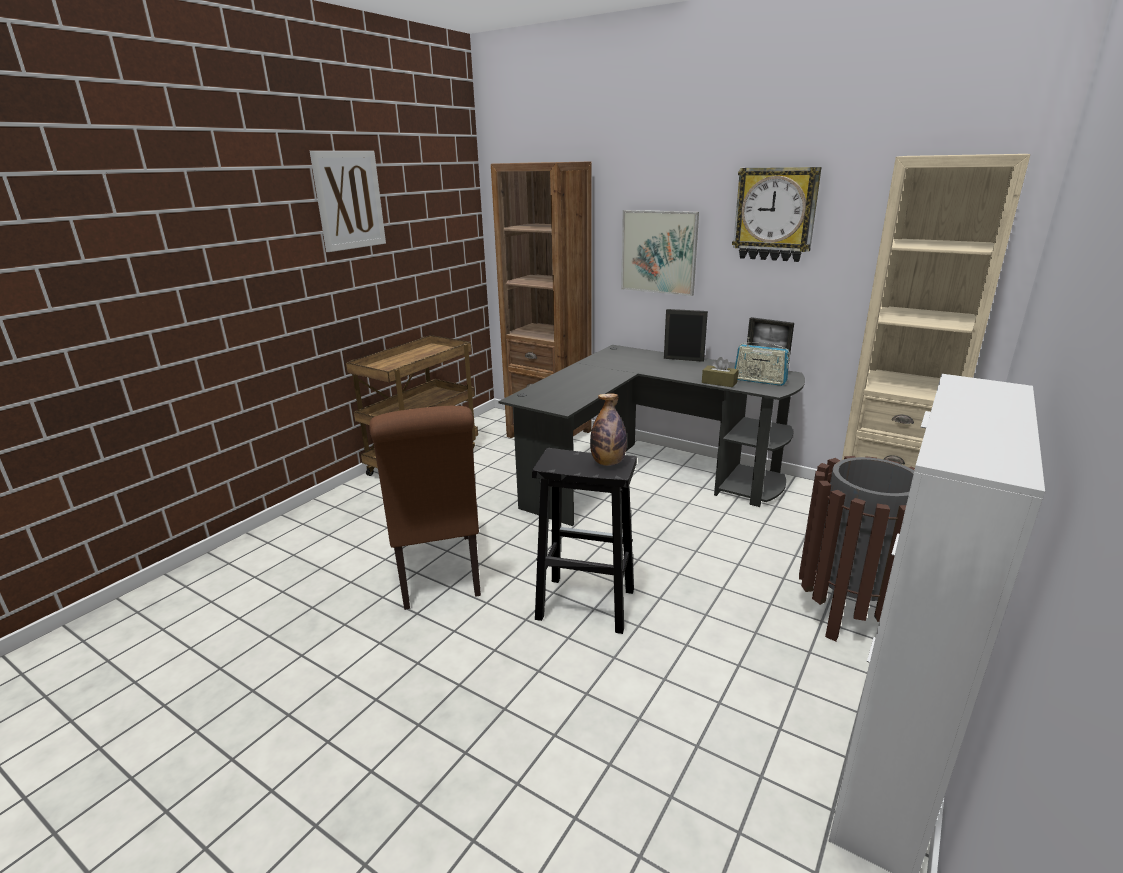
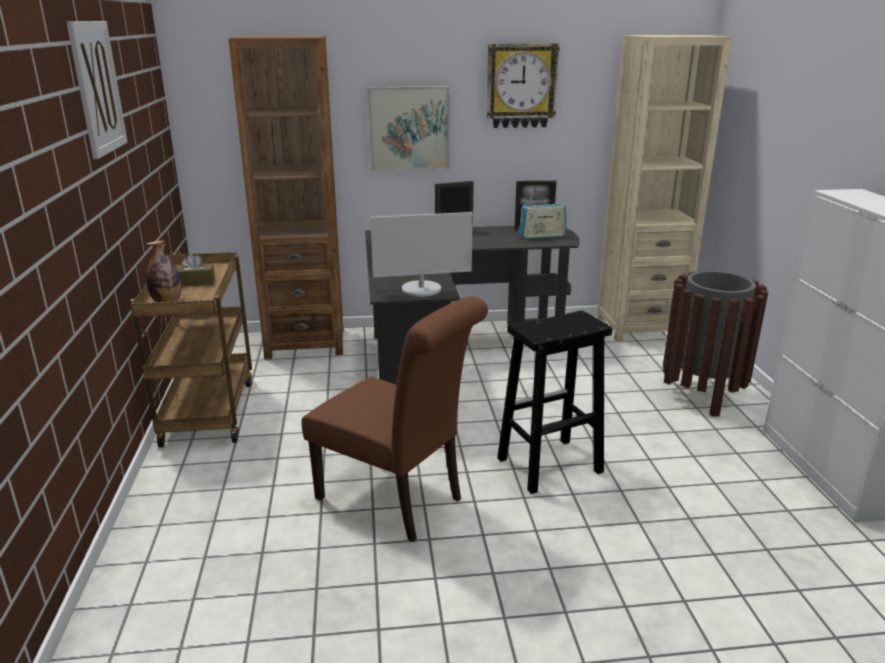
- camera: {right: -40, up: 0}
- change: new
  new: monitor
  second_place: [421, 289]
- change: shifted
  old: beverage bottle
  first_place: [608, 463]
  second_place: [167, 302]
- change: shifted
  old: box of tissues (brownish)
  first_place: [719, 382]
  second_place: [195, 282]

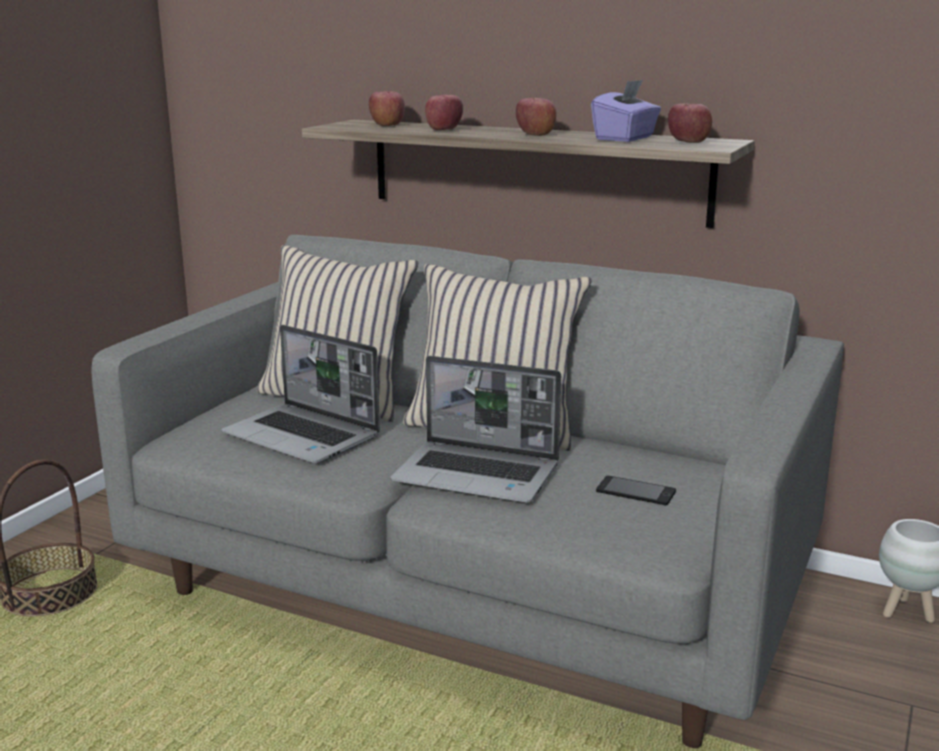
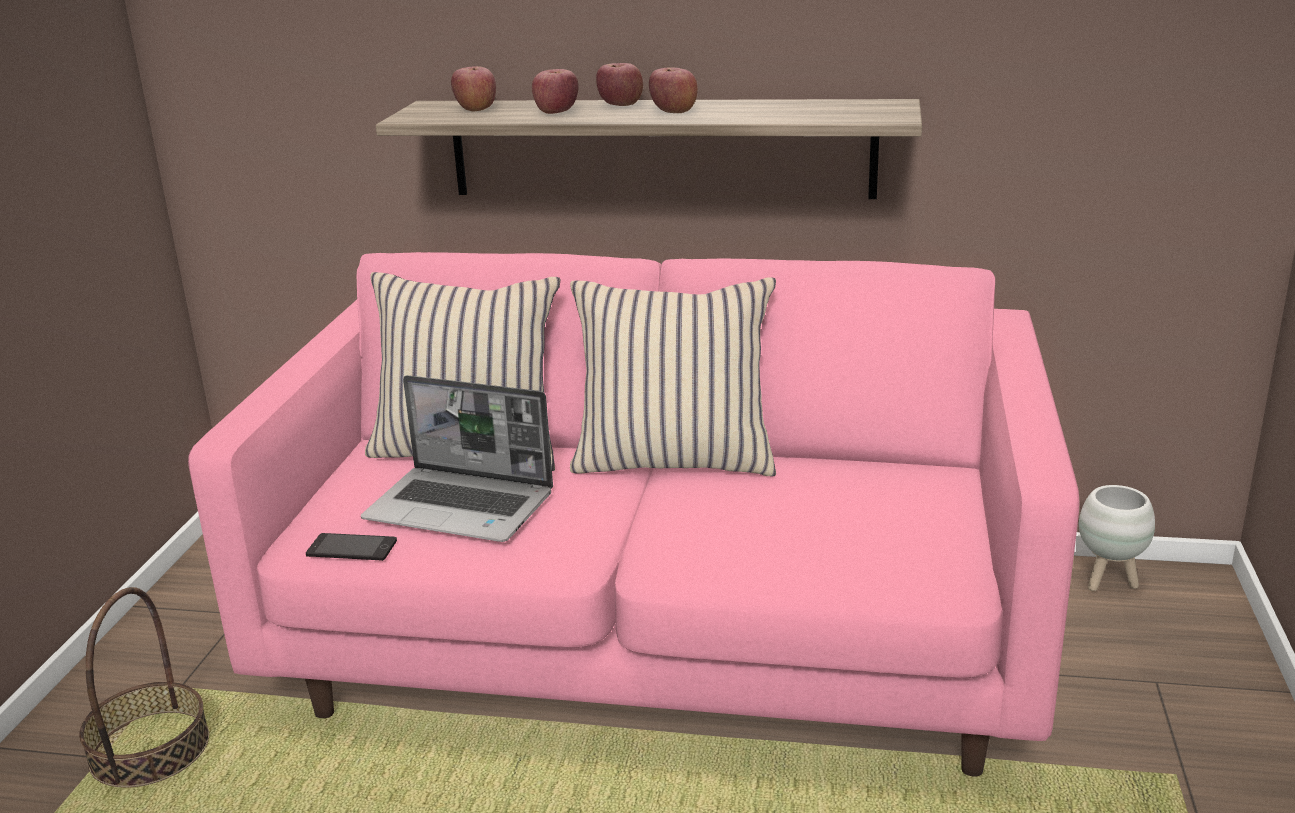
- camera: {right: -15, up: 5}
- change: gone
  old: portable computer
  first_place: [478, 475]
- change: gone
  old: box of tissues (purple)
  first_place: [625, 138]
- change: shifted
  old: telephone
  first_place: [635, 491]
  second_place: [351, 548]
- change: shifted
  old: apple
  first_place: [688, 142]
  second_place: [621, 105]
- change: repainted
  old: sofa (grey)
  new: sofa (pink)
  first_place: [473, 588]
  second_place: [659, 641]

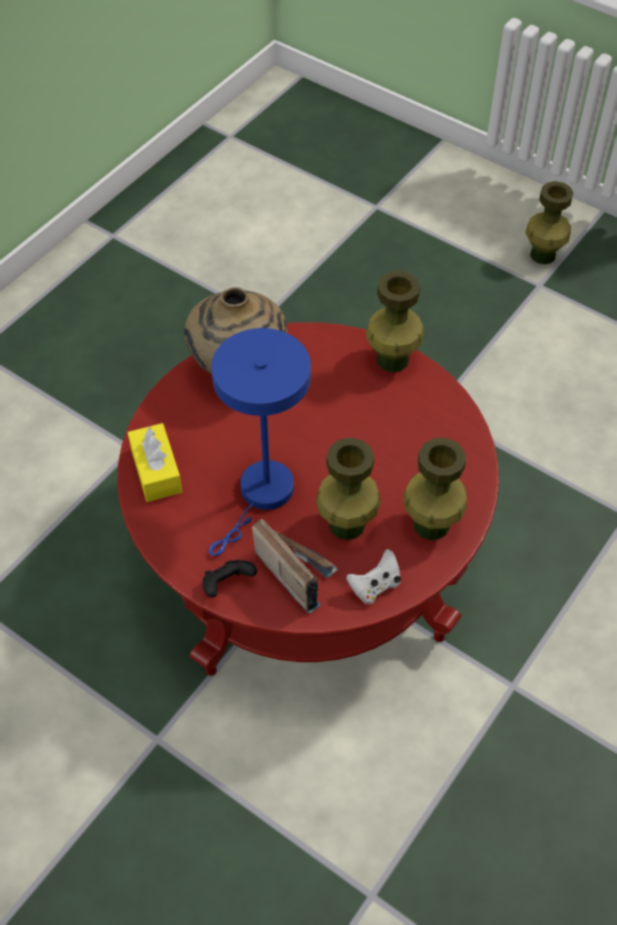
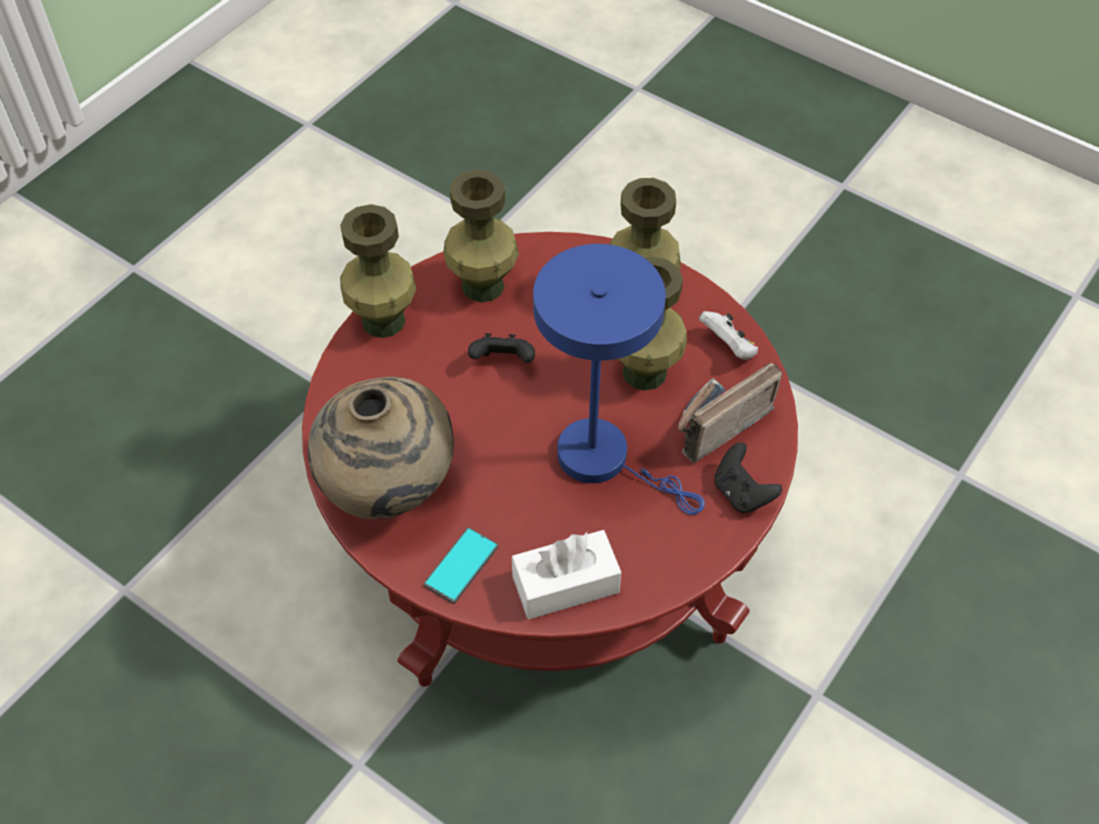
- camera: {right: -90, up: 0}
- change: new
  new: telephone
  second_place: [461, 566]
- change: new
  new: joypad (blackish)
  second_place: [503, 362]
- change: shifted
  old: decorative vase (green-coloured)
  first_place: [542, 255]
  second_place: [483, 286]
- change: repainted
  old: box of tissues (yellow-coloured)
  new: box of tissues (white-coloured)
  first_place: [156, 471]
  second_place: [565, 584]

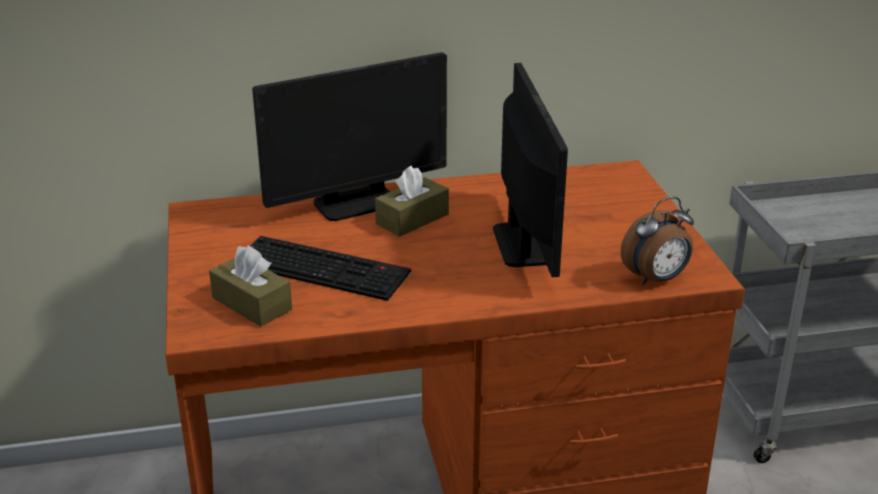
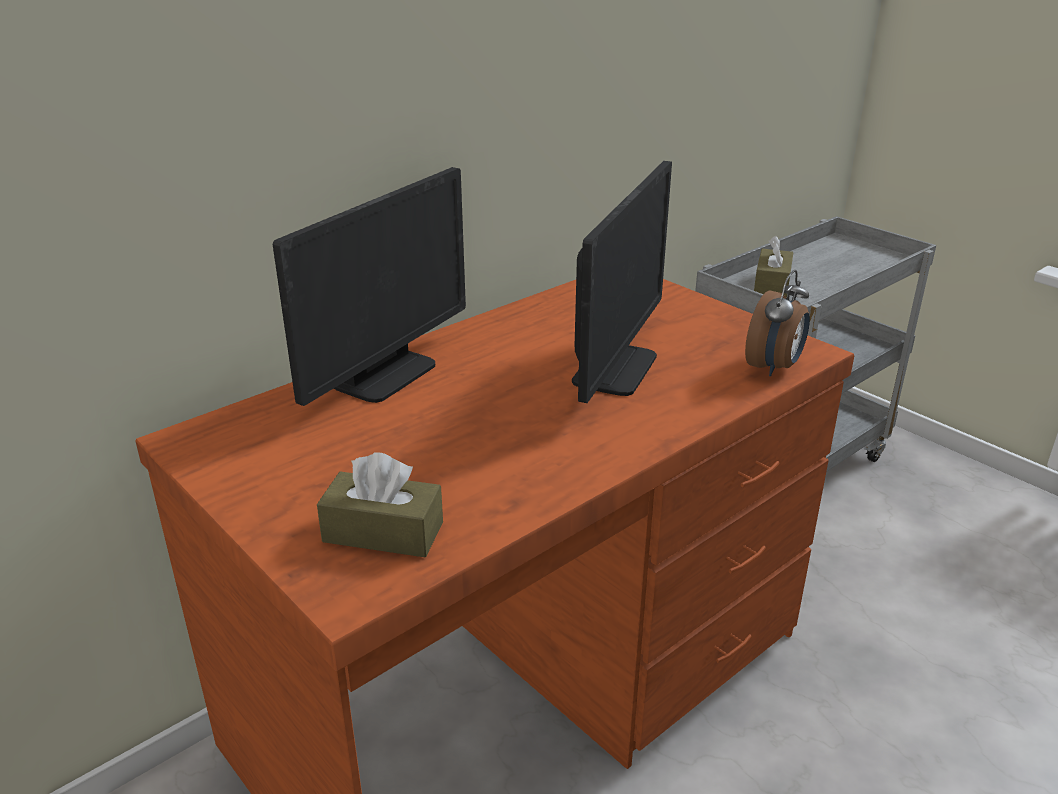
- camera: {right: -30, up: 0}
- change: gone
  old: computer keyboard
  first_place: [324, 268]
- change: shifted
  old: box of tissues (brownish)
  first_place: [412, 219]
  second_place: [772, 285]
- change: rotated
  old: monitor
  first_place: [524, 244]
  second_place: [614, 369]
  degrees: 60

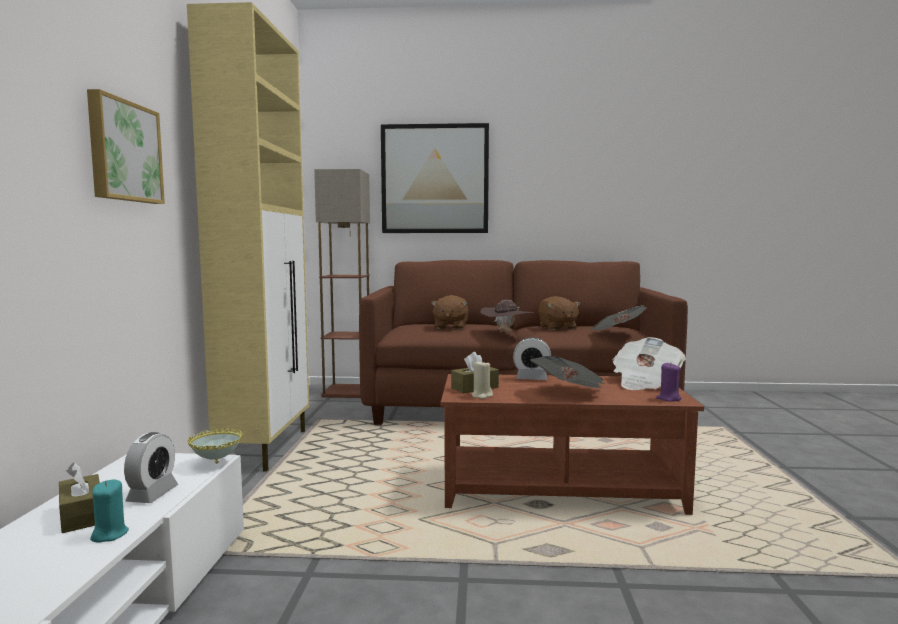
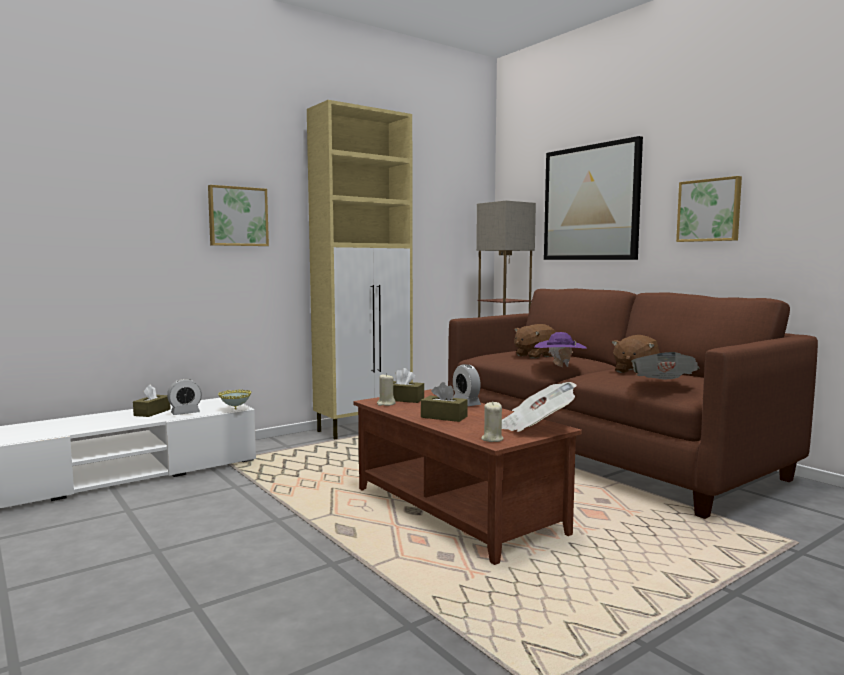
- camera: {right: 50, up: 0}
- change: gone
  old: wax light (blue-green)
  first_place: [110, 534]
- change: new
  new: wall picture
  second_place: [709, 210]
- change: swapped
  old: newspaper
  new: box of tissues (brownish)
  first_place: [570, 393]
  second_place: [444, 417]
- change: repainted
  old: wearable hat (brownish)
  new: wearable hat (purple)
  first_place: [506, 333]
  second_place: [559, 367]
- change: repainted
  old: wax light (purple)
  new: wax light (beige)
  first_place: [668, 399]
  second_place: [492, 439]

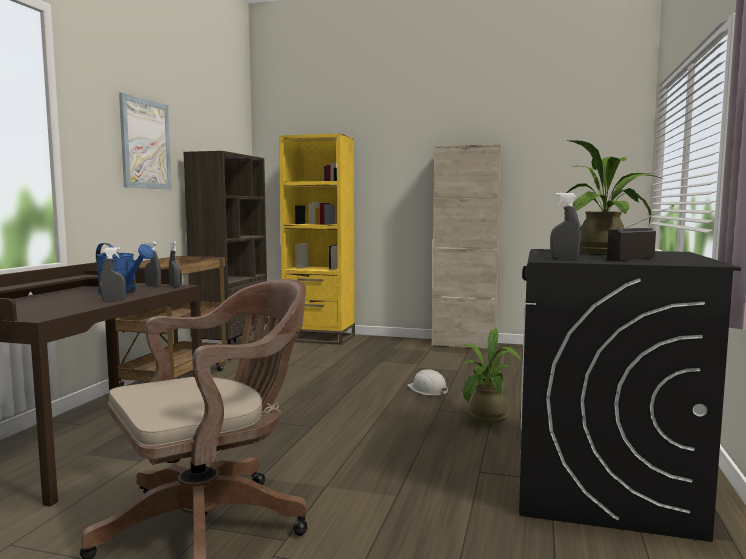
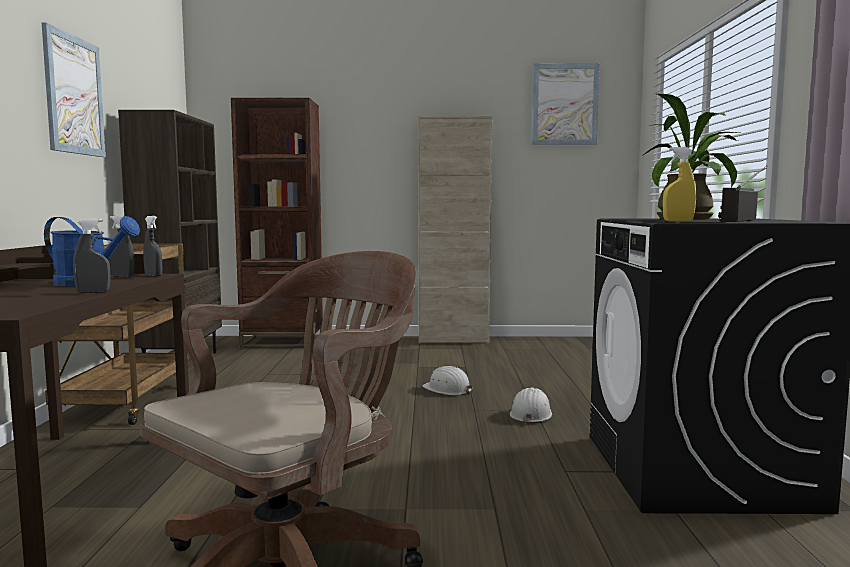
- camera: {right: -15, up: 0}
- change: new
  new: wall picture
  second_place: [565, 104]
- change: swapped
  old: potted plant
  new: work helmet (white-coloured)
  first_place: [485, 418]
  second_place: [530, 414]
- change: repainted
  old: shelving unit (yellow-coloured)
  new: shelving unit (brownish)
  first_place: [319, 338]
  second_place: [283, 342]
- change: repainted
  old: sprayer (grey)
  new: sprayer (yellow-coloured)
  first_place: [564, 259]
  second_place: [678, 221]

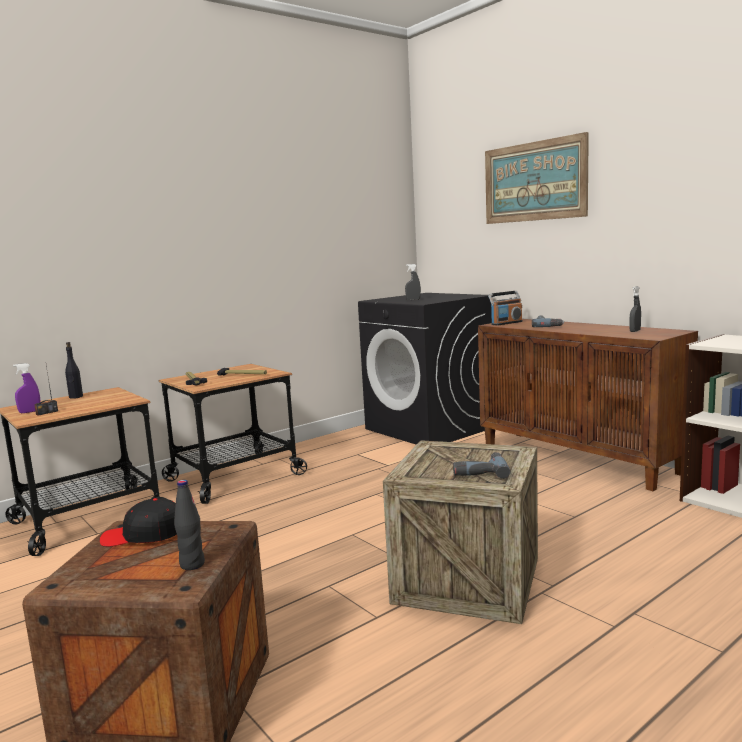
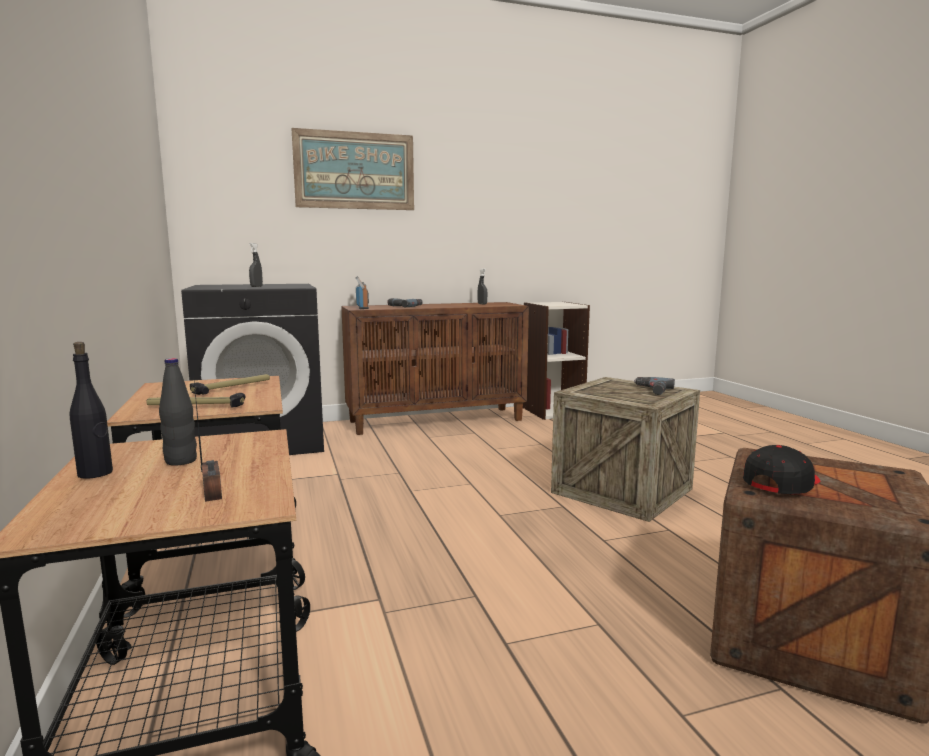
- camera: {right: -70, up: 0}
- change: gone
  old: sprayer (purple)
  first_place: [30, 412]
- change: shifted
  old: beverage bottle (blackish)
  first_place: [192, 564]
  second_place: [181, 461]
- change: rotated
  old: cap (blackish)
  first_place: [143, 535]
  second_place: [781, 483]
  degrees: -150

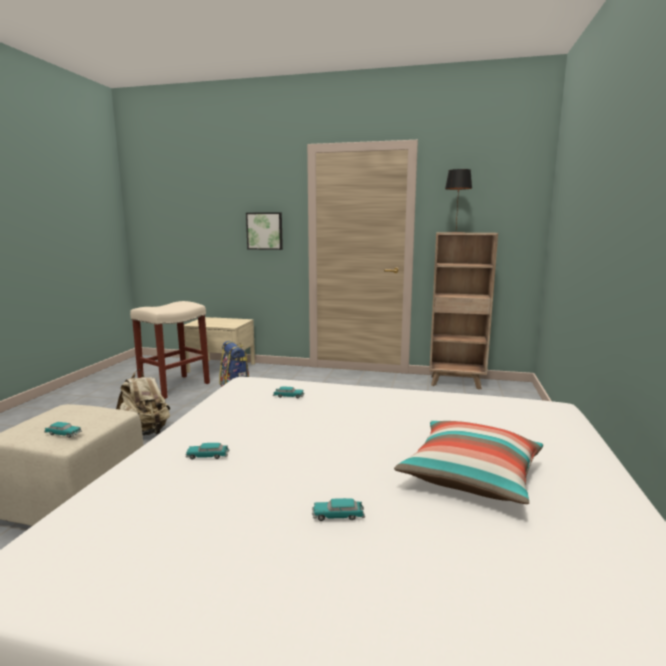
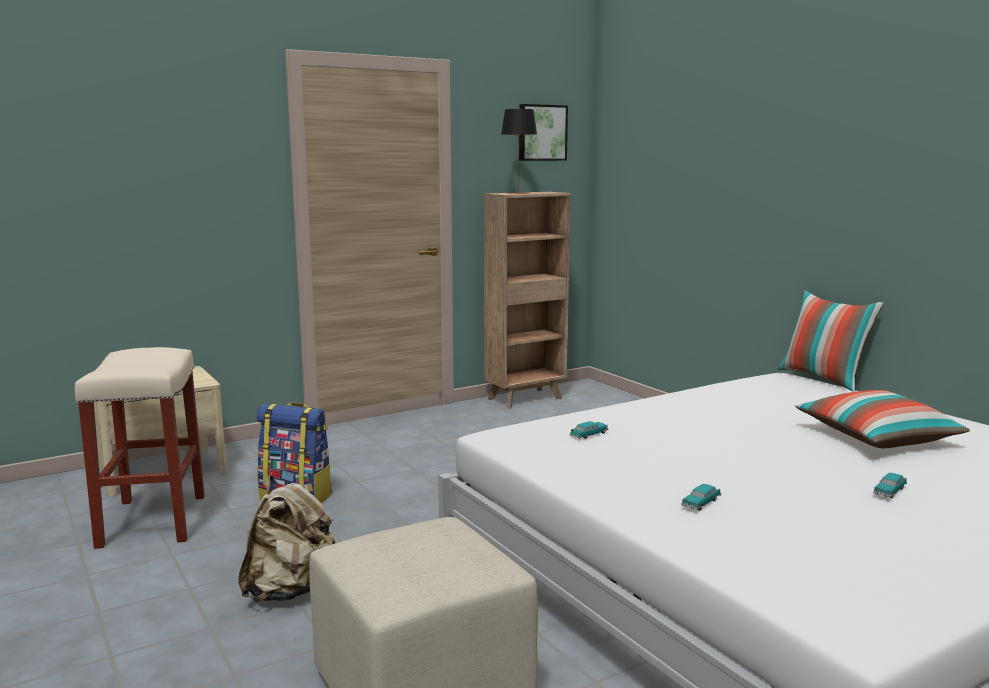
- camera: {right: -45, up: 0}
- change: gone
  old: miniature car
  first_place: [63, 434]
- change: new
  new: throw pillow
  second_place: [824, 379]
- change: shifted
  old: wall picture
  first_place: [265, 231]
  second_place: [541, 133]

